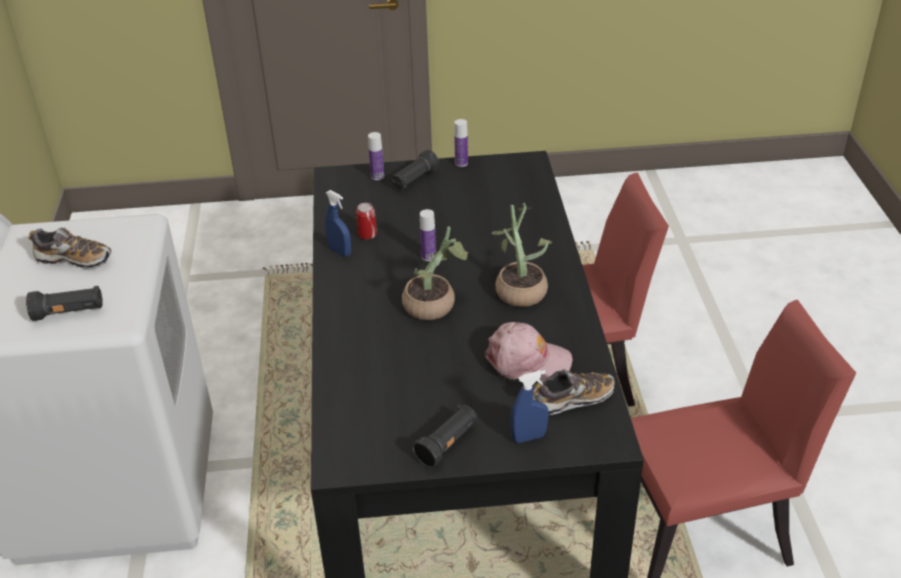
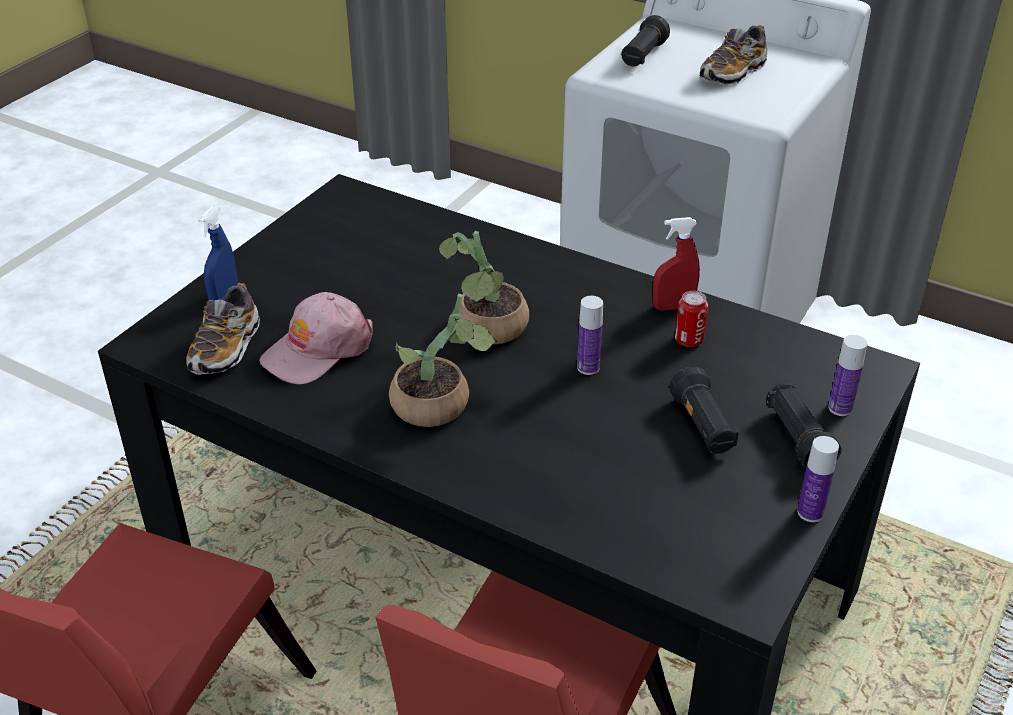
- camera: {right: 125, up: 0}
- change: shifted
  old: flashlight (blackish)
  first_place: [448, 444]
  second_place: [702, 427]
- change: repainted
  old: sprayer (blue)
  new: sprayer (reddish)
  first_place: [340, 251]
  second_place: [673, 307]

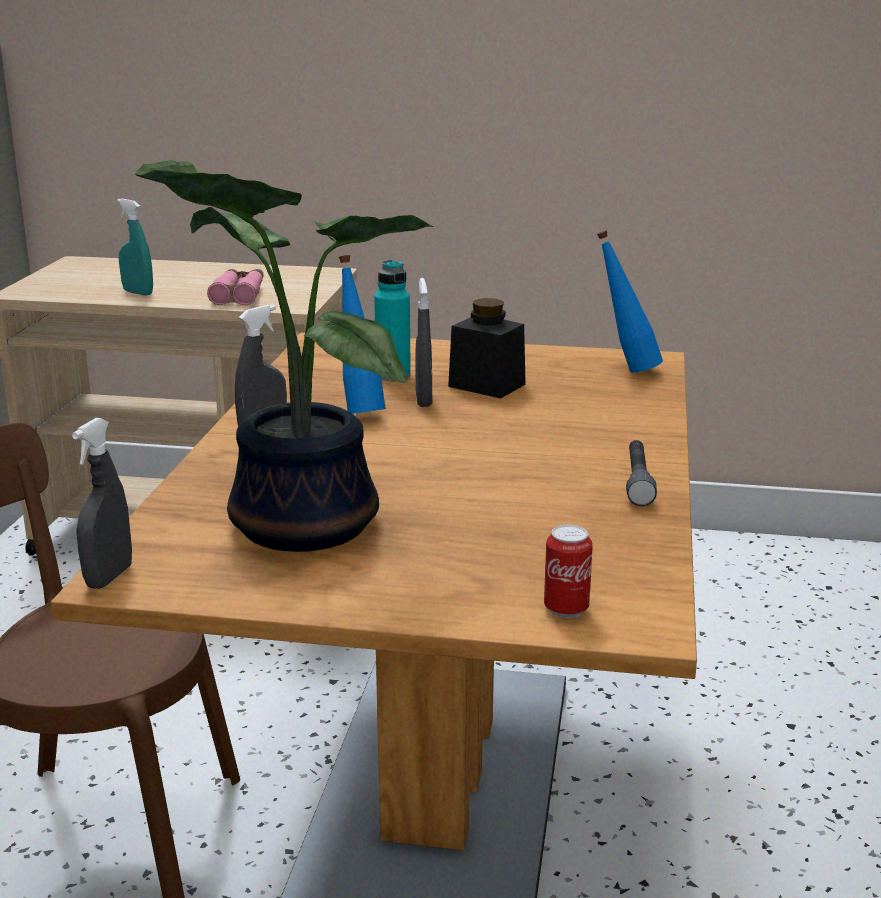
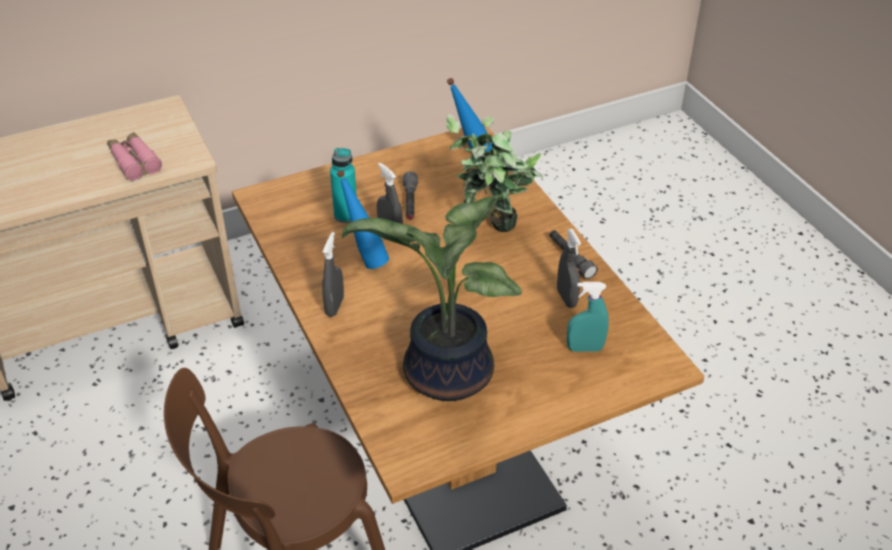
- camera: {right: -35, up: 20}
- change: gone
  old: sealed can
  first_place: [566, 609]
- change: new
  new: potted plant
  second_place: [490, 233]
- change: shifted
  old: sprayer (grey)
  first_place: [109, 577]
  second_place: [566, 298]
- change: shifted
  old: sprayer (blue-green)
  first_place: [138, 292]
  second_place: [585, 348]
- change: swapped
  old: preserve jar (blackish)
  new: flashlight (grey)
  first_place: [487, 385]
  second_place: [410, 203]

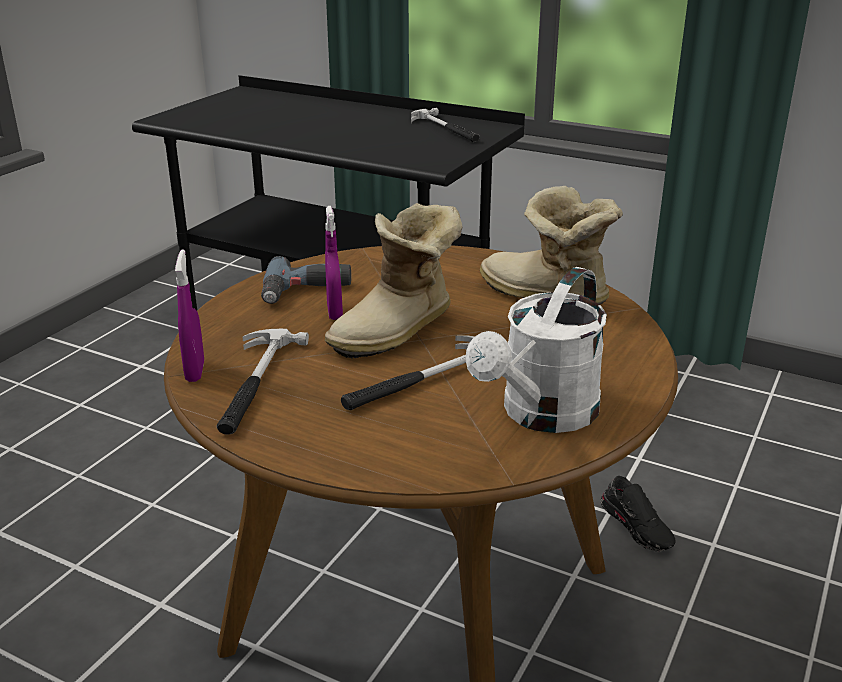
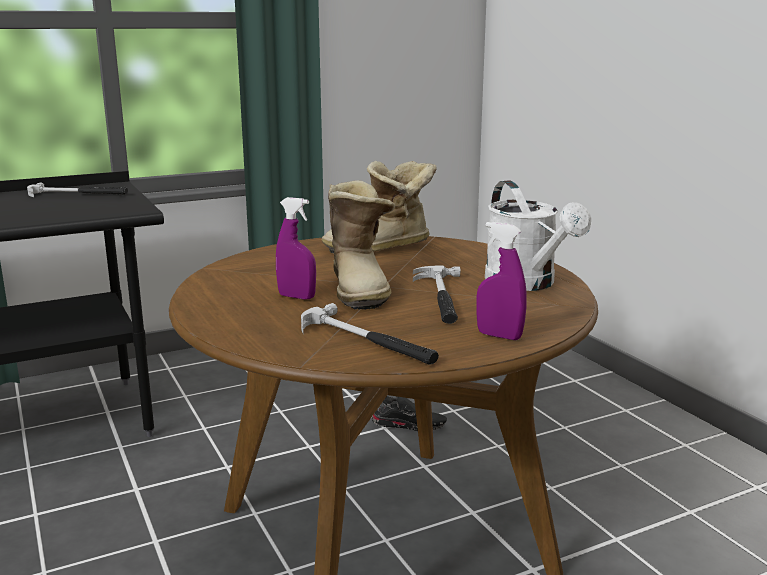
- camera: {right: -55, up: -10}
- change: gone
  old: drill
  first_place: [306, 291]
- change: shifted
  old: sprayer (purple)
  first_place: [195, 371]
  second_place: [499, 336]

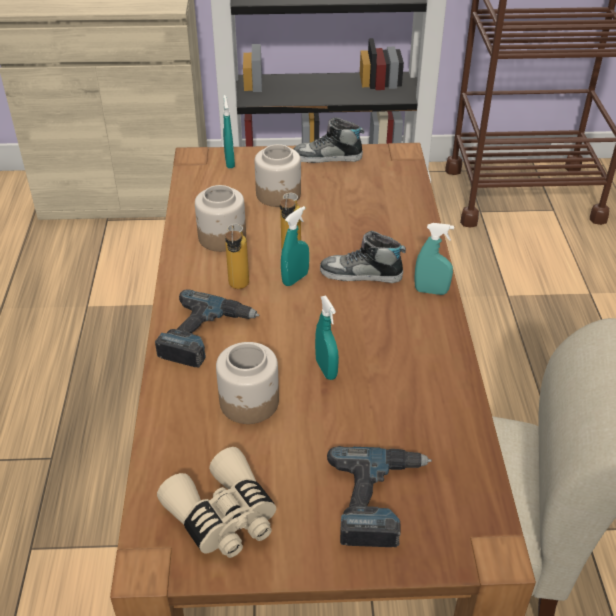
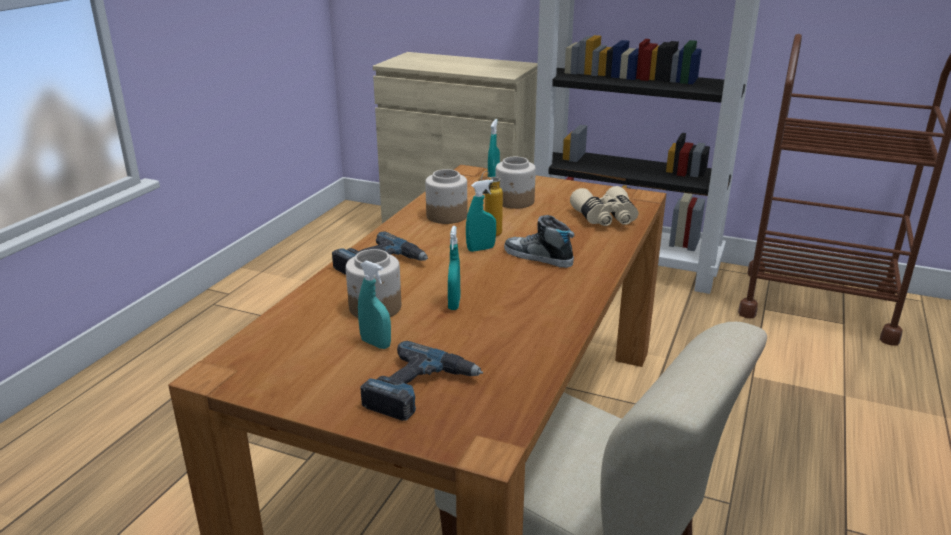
- camera: {right: 25, up: -15}
- change: gone
  old: beverage bottle
  first_place: [238, 289]
- change: gone
  old: item of footwear
  first_place: [327, 157]
- change: shifted
  old: pair of binoculars (beige)
  first_place: [224, 517]
  second_place: [605, 218]
- change: shifted
  old: sprayer (blue-green)
  first_place: [431, 291]
  second_place: [376, 344]

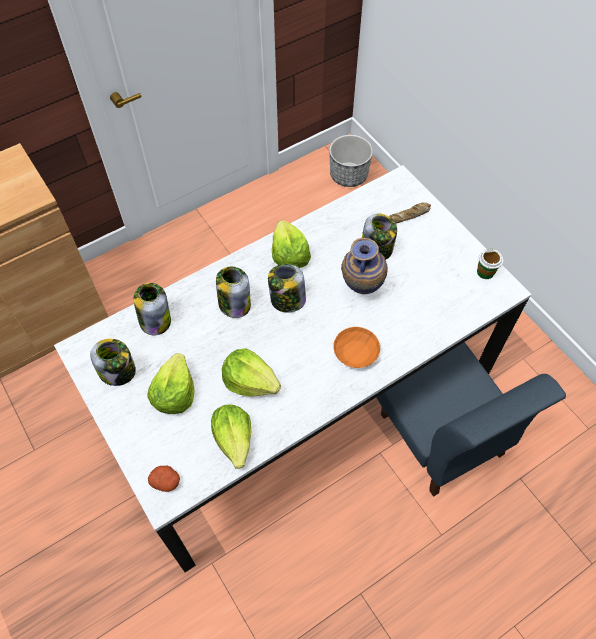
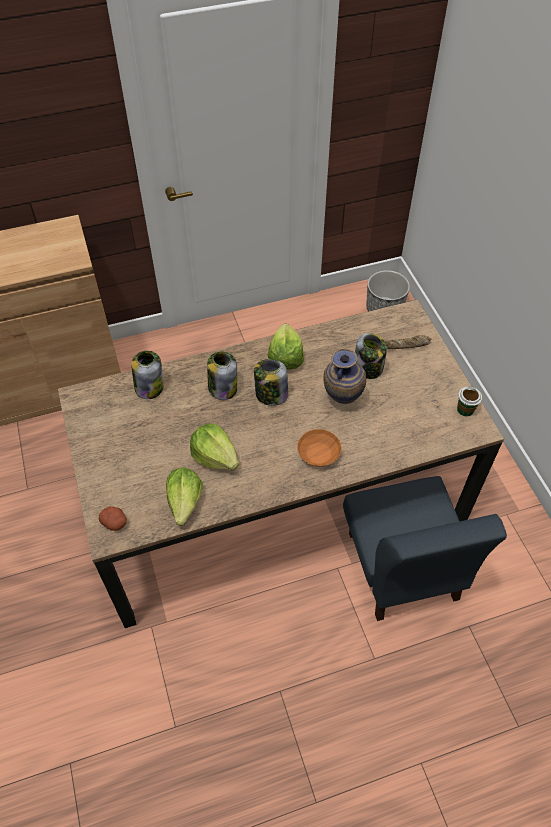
- camera: {right: 15, up: -5}
- change: gone
  old: preserve jar
  first_place: [118, 371]
- change: gone
  old: lettuce
  first_place: [174, 393]
- change: repainted
  old: kitchen table (white-coloured)
  new: kitchen table (brownish)
  first_place: [298, 394]
  second_place: [276, 497]

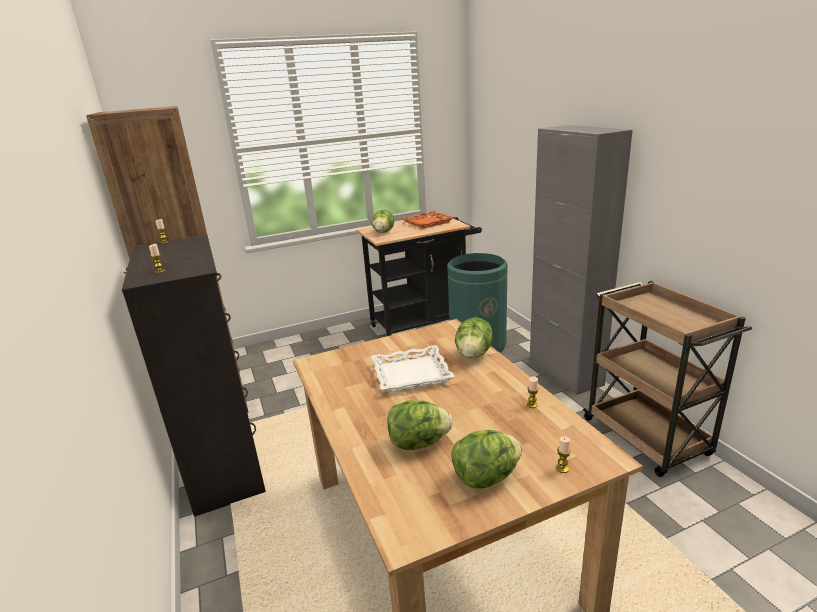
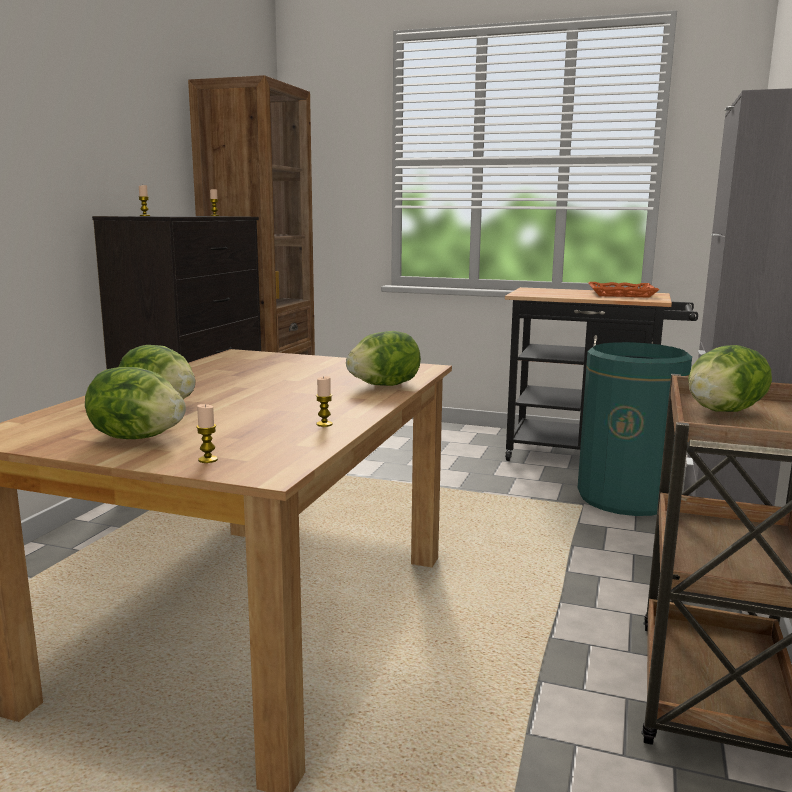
- camera: {right: 40, up: -10}
- change: gone
  old: serving tray (white-coloured)
  first_place: [411, 374]
- change: shifted
  old: lettuce
  first_place: [383, 232]
  second_place: [723, 411]

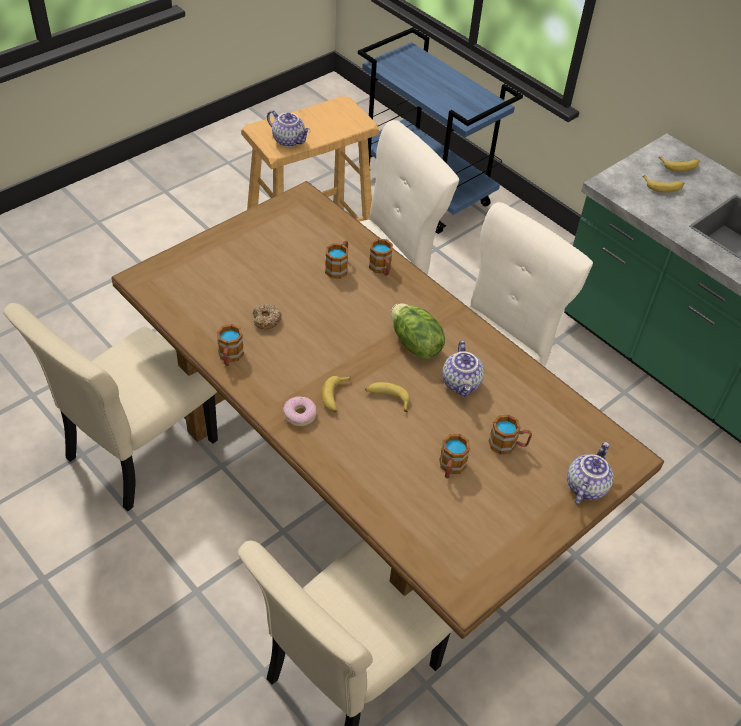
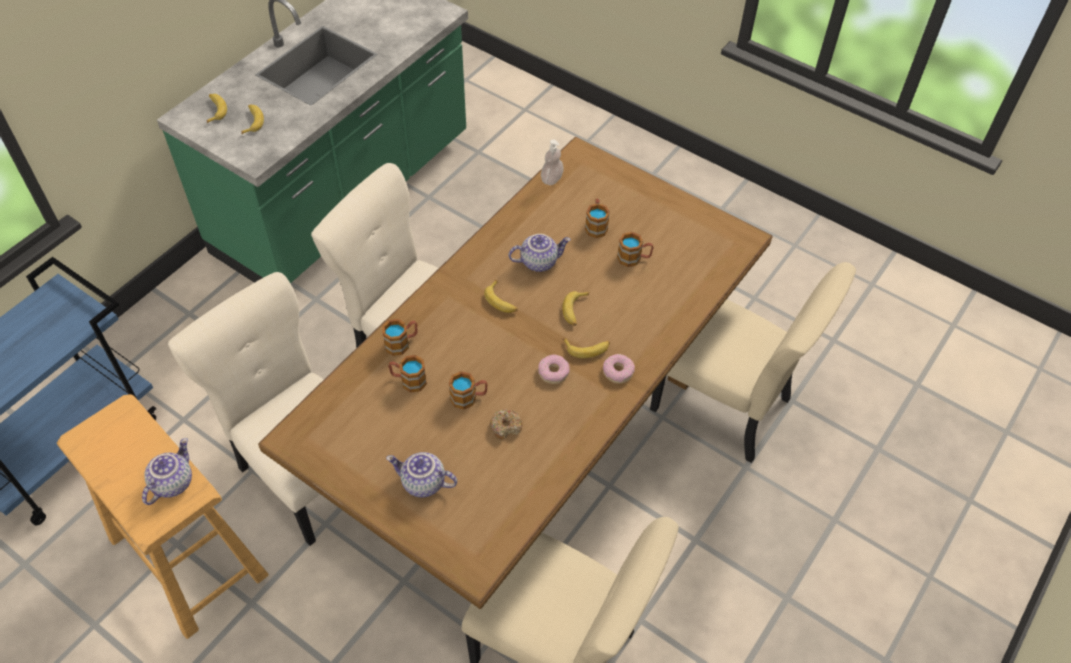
- camera: {right: -100, up: 5}
- change: new
  new: ring doughnut
  second_place: [553, 372]
- change: new
  new: liquid soap bottle
  second_place: [551, 179]
- change: shifted
  old: coffee mug
  first_place: [230, 357]
  second_place: [469, 397]
- change: shifted
  old: tea pot
  first_place: [585, 486]
  second_place: [422, 483]
- change: swapped
  old: lettuce
  new: whole banana
  first_place: [414, 344]
  second_place: [501, 301]

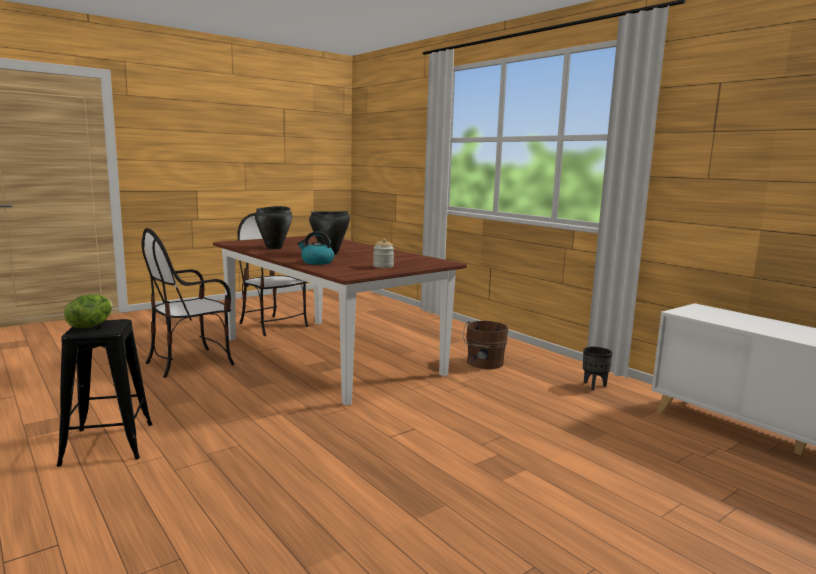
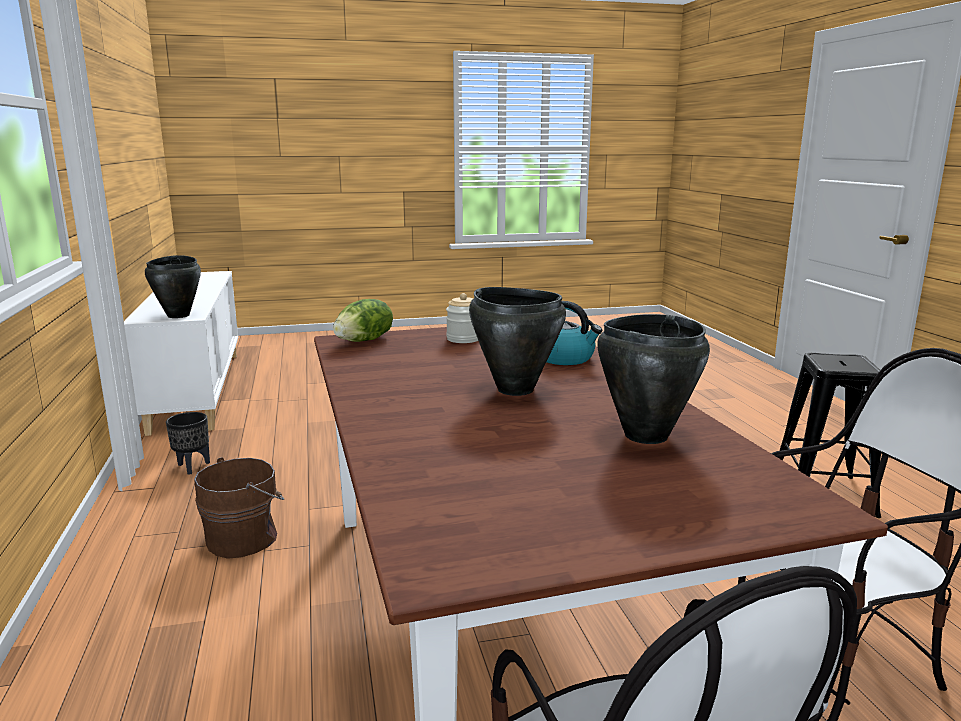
- camera: {right: -155, up: 5}
- change: new
  new: saucepot (blackish)
  second_place: [179, 315]
- change: shifted
  old: lettuce
  first_place: [90, 325]
  second_place: [365, 341]

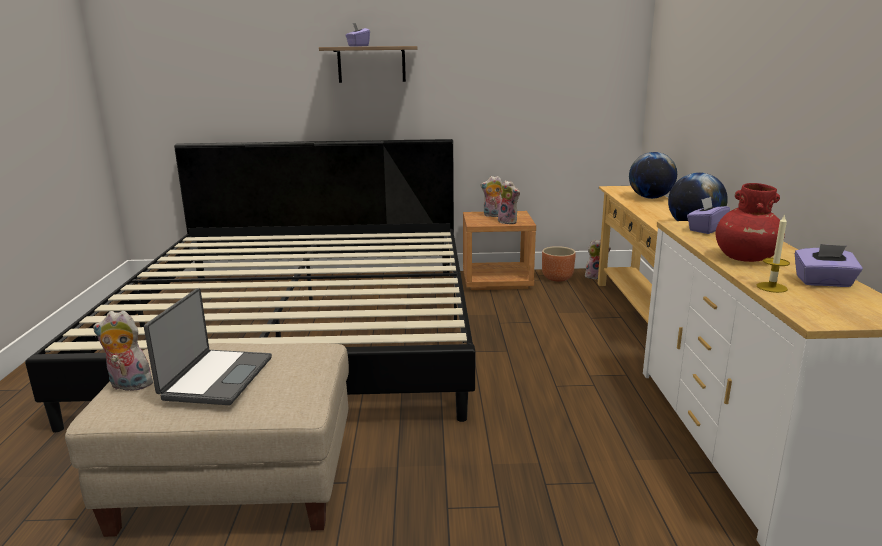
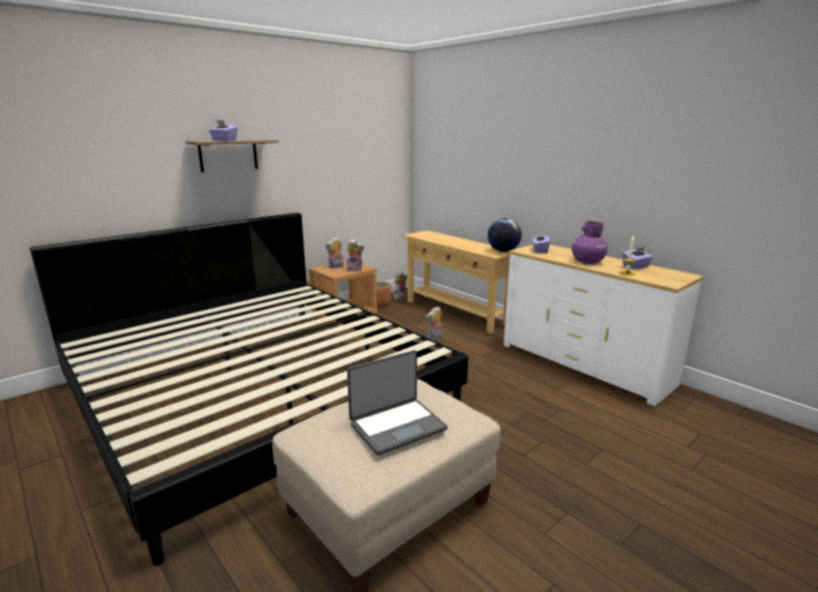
- camera: {right: -40, up: 0}
- change: gone
  old: world globe
  first_place: [650, 198]
- change: shifted
  old: plush toy
  first_place: [128, 386]
  second_place: [434, 338]
- change: repainted
  old: decorative vase (reddish)
  new: decorative vase (purple)
  first_place: [745, 258]
  second_place: [587, 262]
- change: rotated
  old: portable computer
  first_place: [216, 378]
  second_place: [397, 426]
  degrees: 90

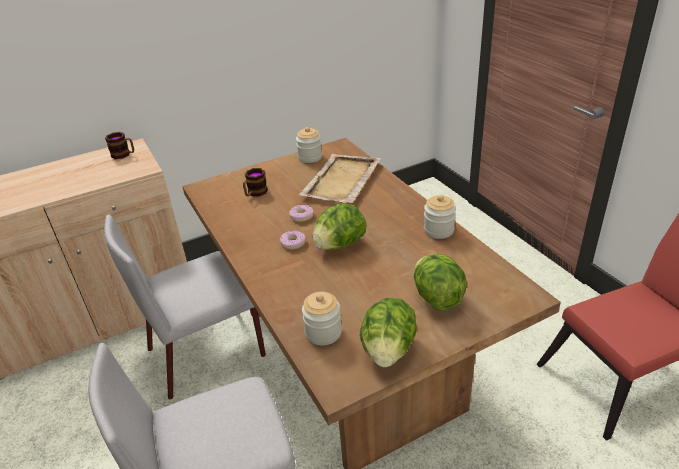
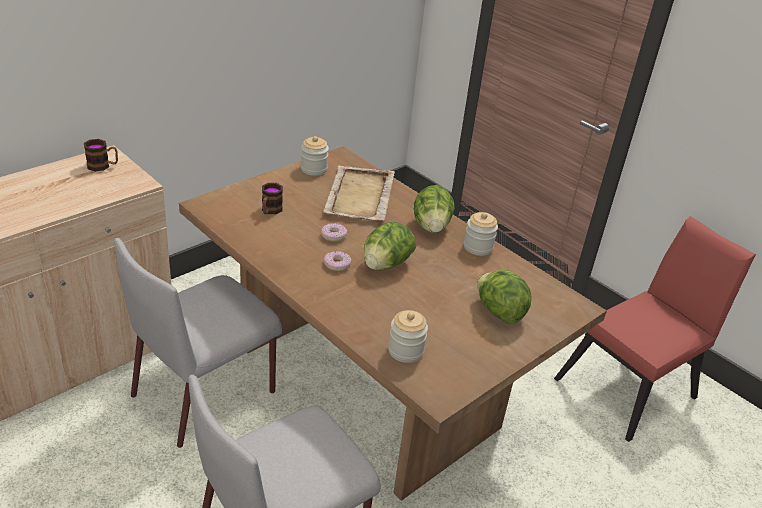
- camera: {right: -20, up: 0}
- change: shifted
  old: lettuce
  first_place: [388, 350]
  second_place: [431, 226]

